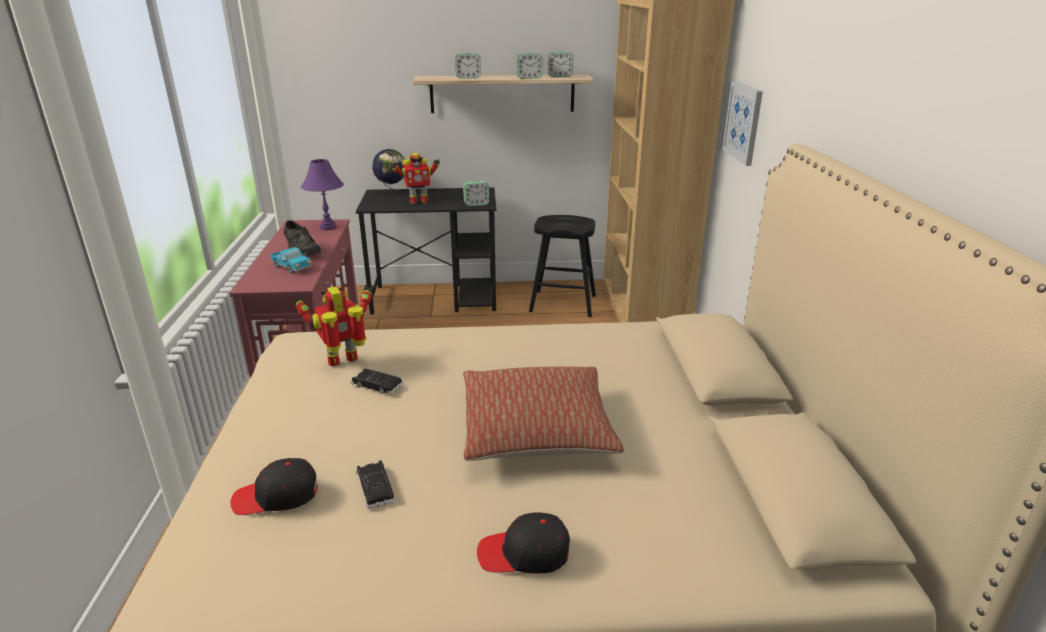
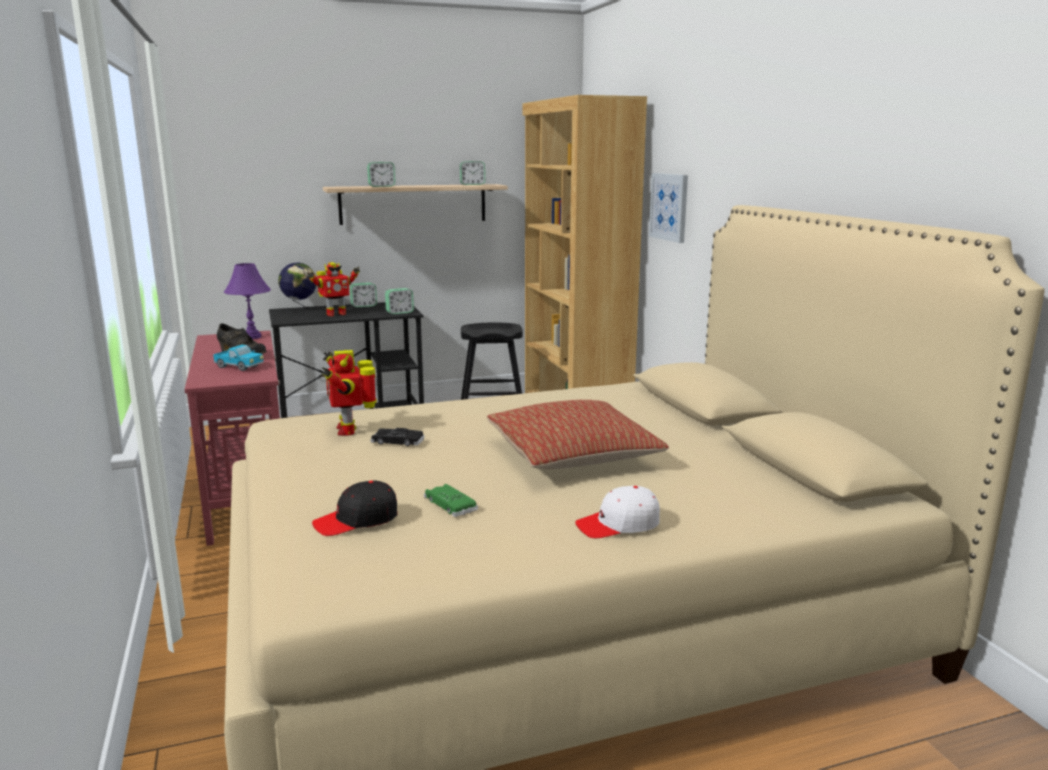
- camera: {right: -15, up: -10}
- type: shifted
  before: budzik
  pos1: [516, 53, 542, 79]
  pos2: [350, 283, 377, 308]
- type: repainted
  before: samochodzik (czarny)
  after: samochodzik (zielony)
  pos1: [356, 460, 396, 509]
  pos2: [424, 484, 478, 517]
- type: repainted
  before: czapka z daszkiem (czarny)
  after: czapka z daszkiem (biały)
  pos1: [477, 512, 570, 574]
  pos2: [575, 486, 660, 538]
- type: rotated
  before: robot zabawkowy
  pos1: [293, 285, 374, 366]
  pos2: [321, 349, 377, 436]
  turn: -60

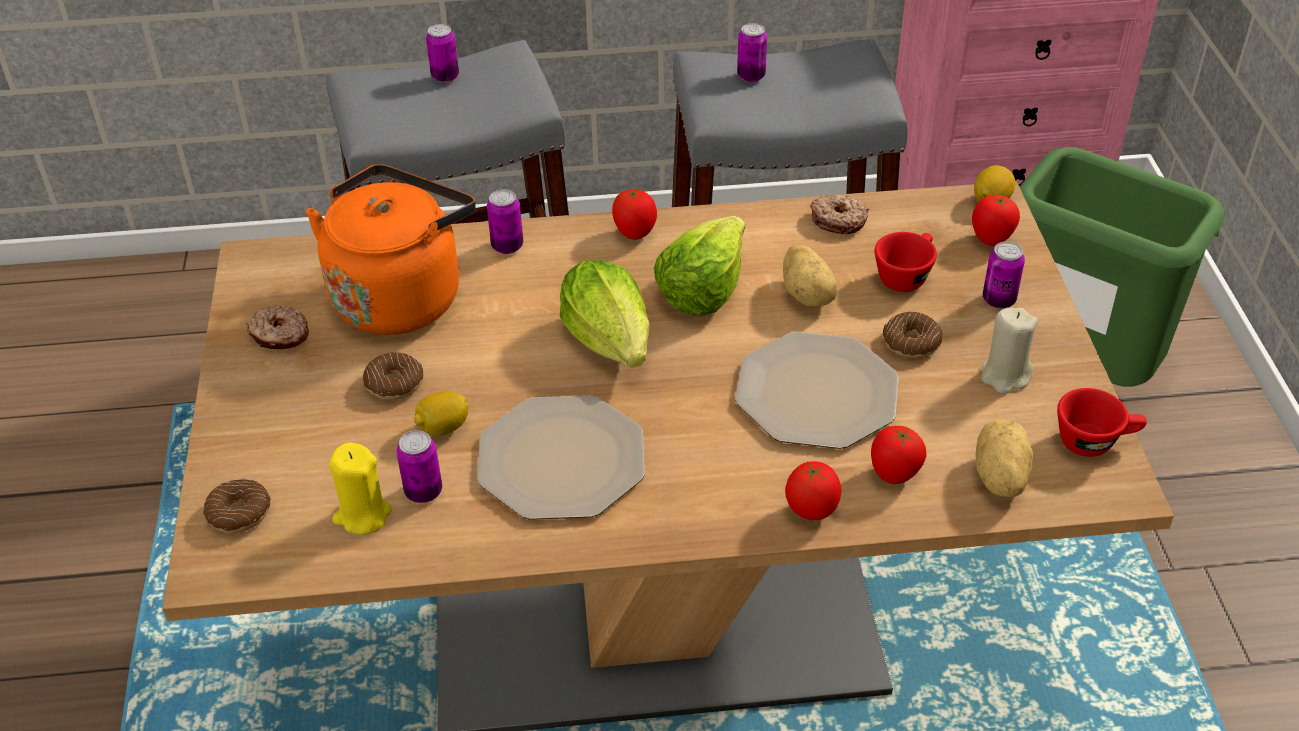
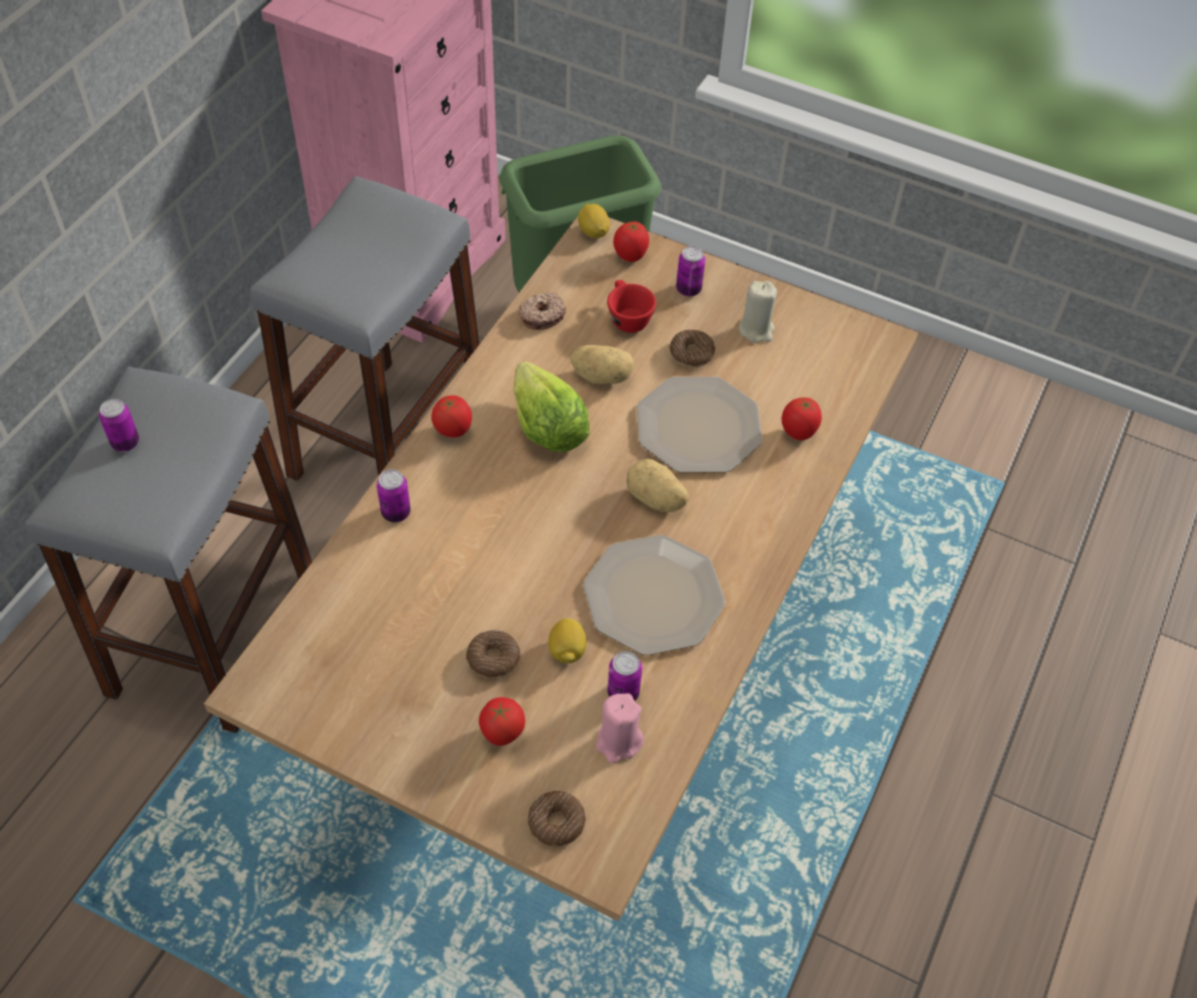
- camera: {right: -60, up: 10}
- type: gone
  before: donut
  pos1: [246, 305, 309, 349]
- type: gone
  before: czajnik (pomarańczowy)
  pos1: [306, 164, 476, 335]
- type: gone
  before: sałata
  pos1: [560, 260, 650, 368]
- type: gone
  before: puszka
  pos1: [737, 23, 767, 82]
- type: gone
  before: filiżanka (czerwony)
  pos1: [1057, 388, 1147, 457]
- type: shifted
  before: pomidor
  pos1: [785, 461, 842, 520]
  pos2: [479, 697, 525, 746]
- type: shifted
  before: ziemniak
  pos1: [976, 418, 1033, 497]
  pos2: [626, 459, 689, 512]
- type: repainted
  before: świeca (żółty)
  after: świeca (różowy)
  pos1: [329, 442, 392, 535]
  pos2: [596, 693, 644, 764]

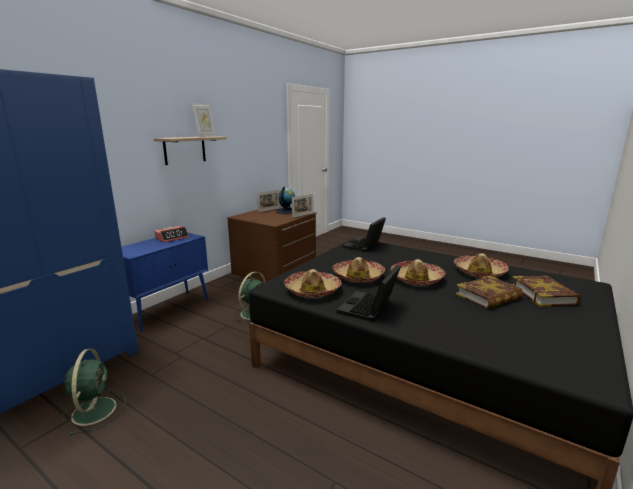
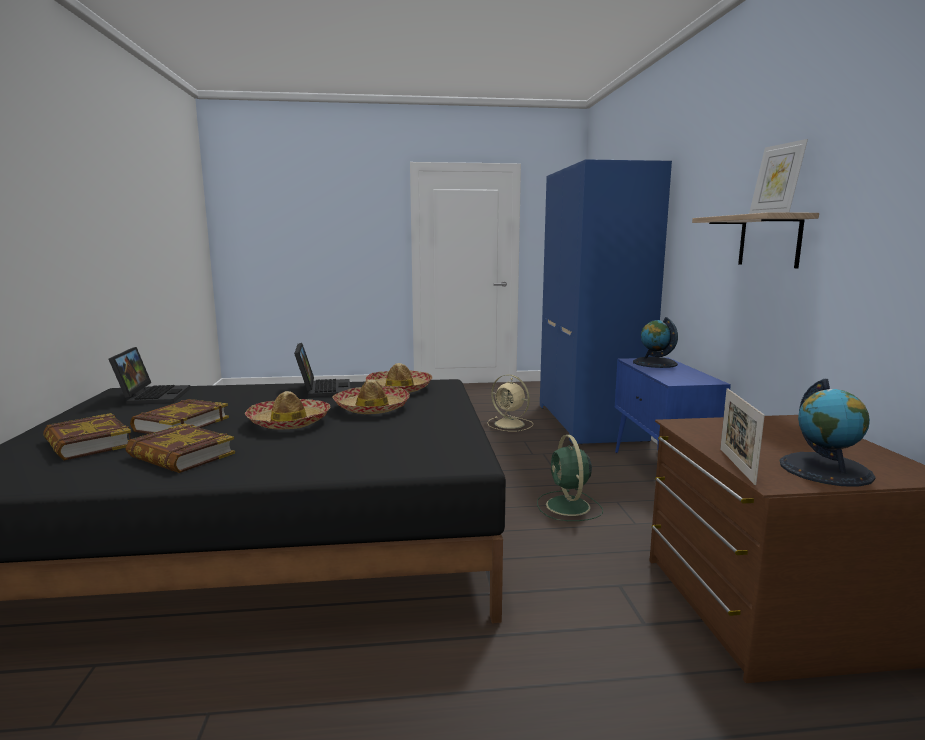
- camera: {right: 140, up: -5}
- type: gone
  before: budzik
  pos1: [154, 226, 189, 243]
- type: gone
  before: ramka na zdjęcie
  pos1: [257, 190, 280, 212]
- type: new
  after: globus
  pos2: [633, 317, 678, 368]
- type: shifted
  before: laptop
  pos1: [342, 217, 386, 252]
  pos2: [109, 347, 191, 405]
- type: swapped
  before: kapelusz
  after: książka
  pos1: [454, 253, 509, 277]
  pos2: [125, 424, 235, 473]
- type: repainted
  before: wentylator (zielony)
  after: wentylator (beżowy)
  pos1: [62, 349, 126, 435]
  pos2: [487, 374, 533, 431]

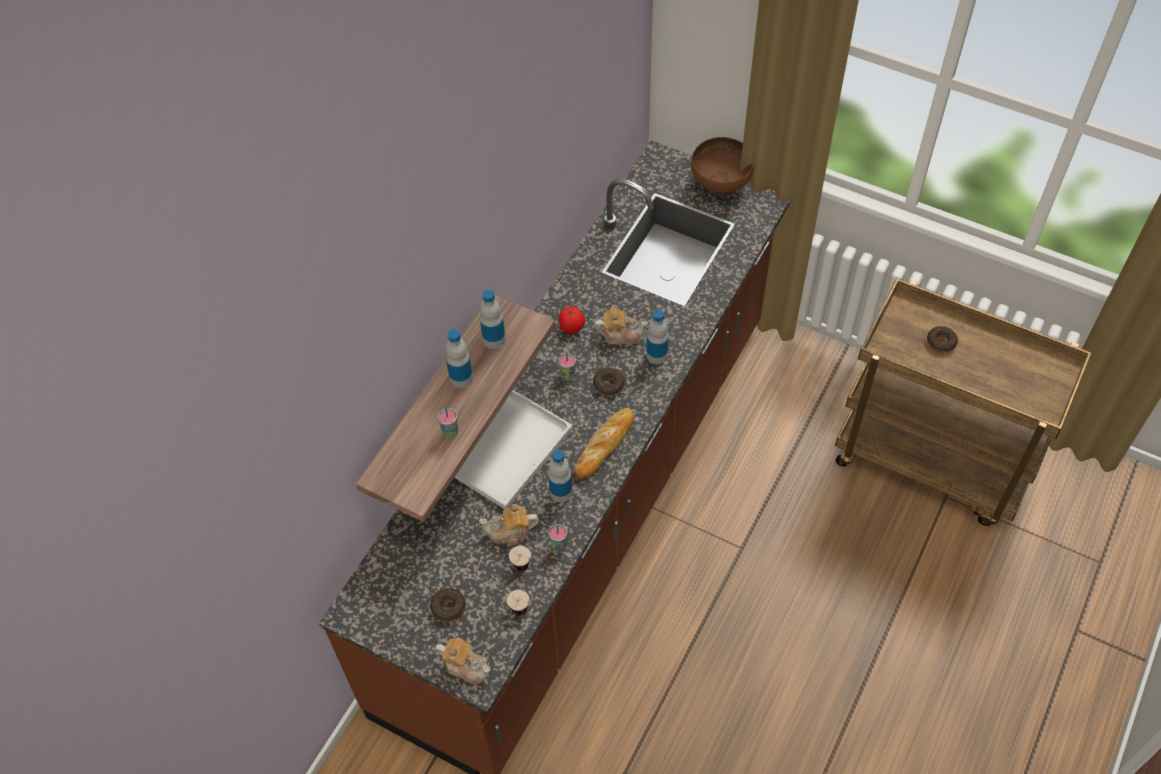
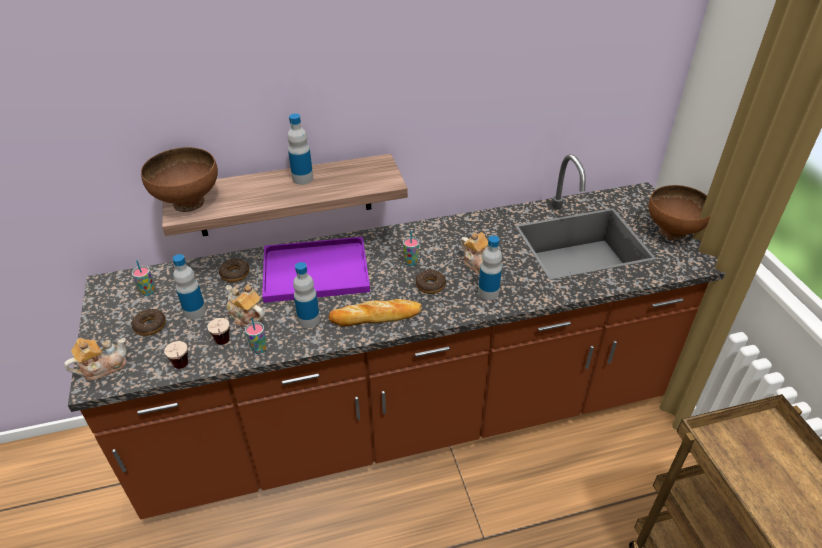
- camera: {right: 45, up: -15}
- type: gone
  before: pomidor
  pos1: [559, 306, 585, 334]
- type: new
  after: miska (brązowy)
  pos2: [141, 147, 218, 212]
- type: shifted
  before: filiżanka
  pos1: [438, 407, 458, 439]
  pos2: [132, 260, 155, 296]
- type: shifted
  before: butelka
  pos1: [480, 289, 506, 349]
  pos2: [173, 254, 206, 320]
- type: shifted
  before: donut
  pos1: [927, 326, 958, 353]
  pos2: [219, 259, 250, 282]
- type: repainted
  before: taca (biały)
  after: taca (fioletowy)
  pos1: [454, 390, 573, 510]
  pos2: [262, 237, 370, 303]
- type: rotated
  before: imbryk
  pos1: [435, 638, 490, 684]
  pos2: [64, 338, 127, 381]
  turn: -105

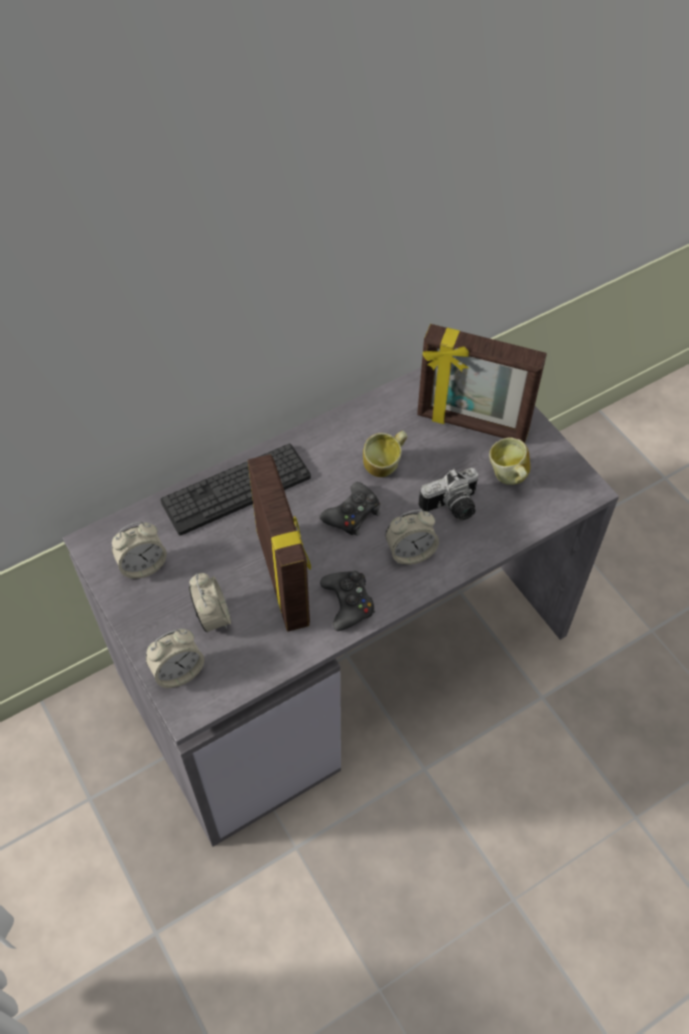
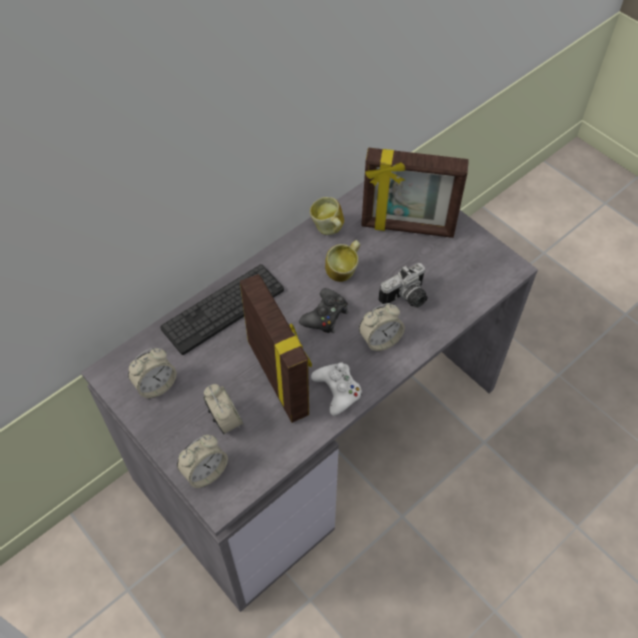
- camera: {right: -10, up: 0}
- type: shifted
  before: kubek
  pos1: [489, 437, 530, 485]
  pos2: [310, 197, 344, 235]
- type: repainted
  before: pad do gier (czarny)
  after: pad do gier (biały)
  pos1: [320, 571, 375, 631]
  pos2: [311, 362, 362, 416]

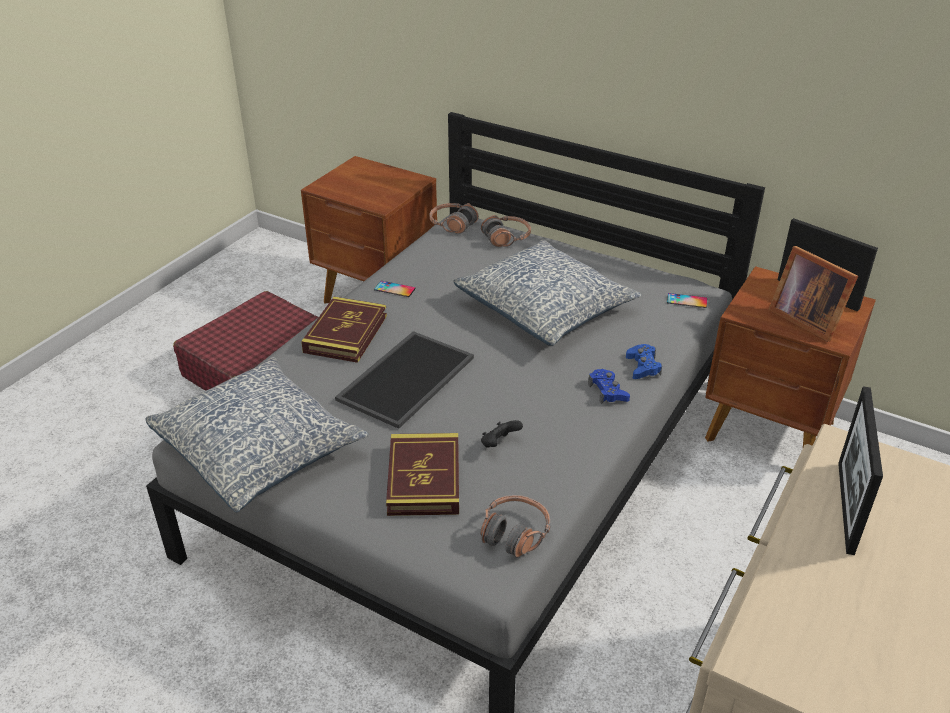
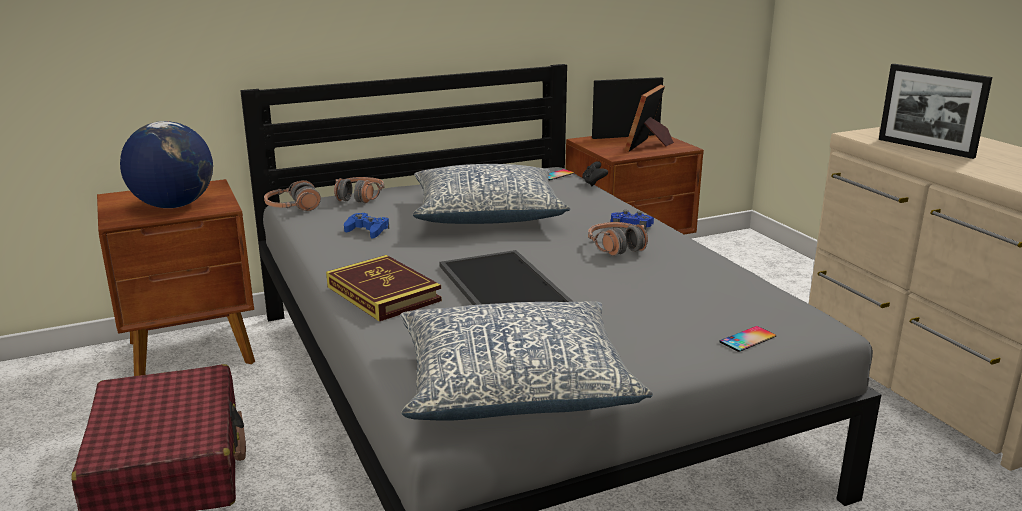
- camera: {right: -55, up: -15}
- type: gone
  before: książka
  pos1: [386, 433, 459, 516]
- type: new
  after: globus
  pos2: [120, 121, 213, 208]
- type: shifted
  before: telefon
  pos1: [374, 281, 416, 297]
  pos2: [719, 326, 776, 352]
- type: shifted
  before: słuchawki
  pos1: [480, 495, 550, 558]
  pos2: [588, 222, 648, 256]
- type: shifted
  before: pad do gier (czarny)
  pos1: [481, 420, 523, 448]
  pos2: [582, 161, 608, 187]
- type: shifted
  before: pad do gier (niebieski)
  pos1: [626, 344, 662, 379]
  pos2: [344, 213, 389, 239]
- type: rotated
  before: ramka na zdjęcie
  pos1: [769, 246, 858, 342]
  pos2: [624, 85, 674, 152]
  turn: 120

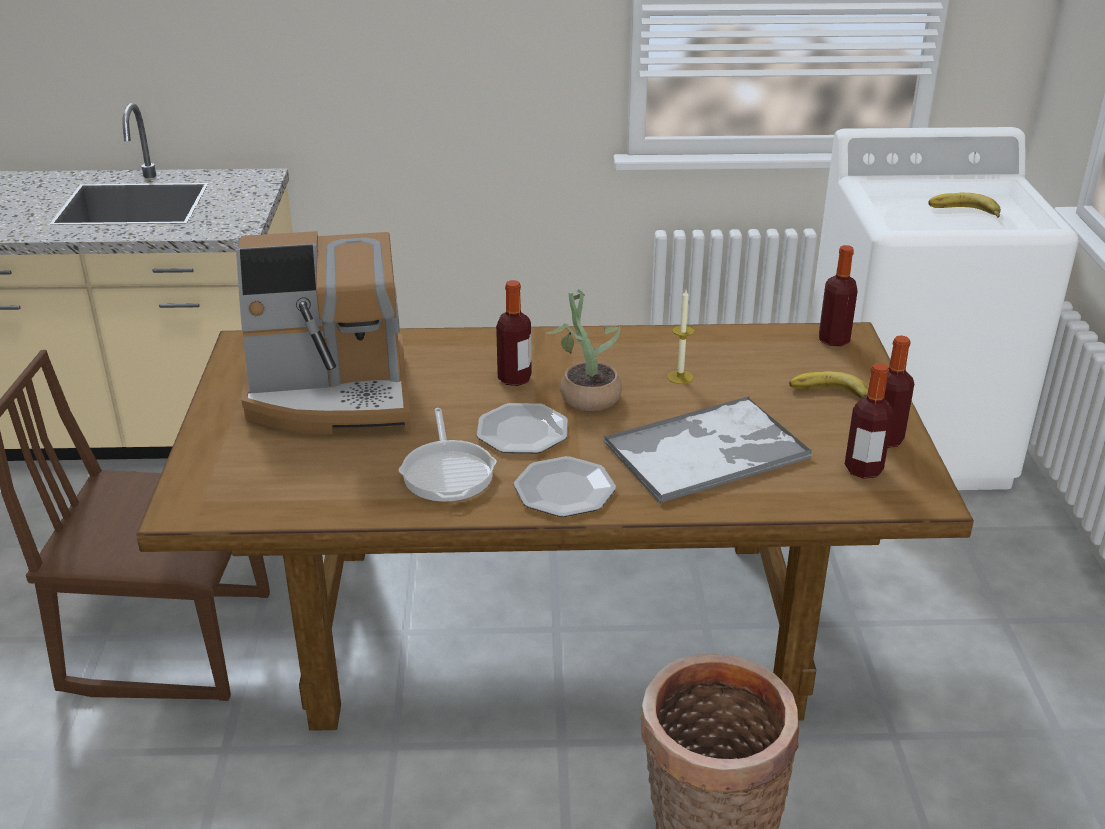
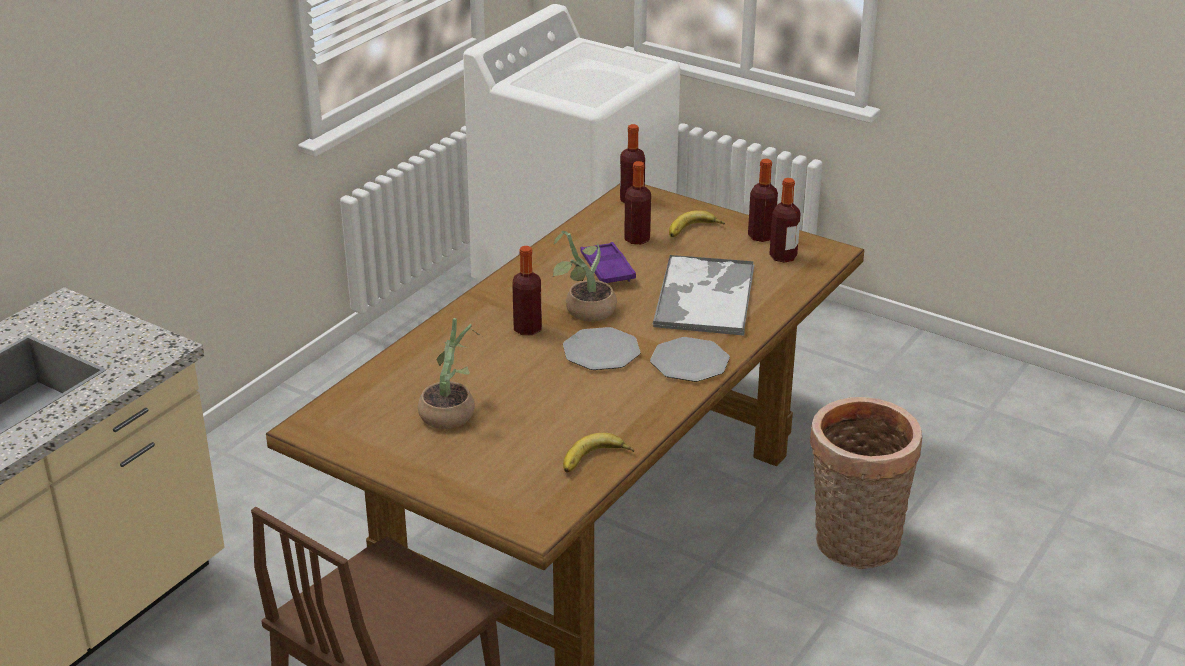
- camera: {right: -55, up: 0}
- type: gone
  before: patelnia
  pos1: [398, 408, 497, 502]
- type: new
  after: butelka
  pos2: [624, 161, 651, 244]
- type: shifted
  before: banan
  pos1: [928, 193, 1001, 218]
  pos2: [563, 433, 634, 473]
- type: swapped
  before: ekspres do kawy
  after: roślina doniczkowa
  pos1: [236, 231, 411, 434]
  pos2: [418, 318, 482, 429]
- type: swapped
  before: świeca
  after: taca (fioletowy)
  pos1: [667, 290, 695, 384]
  pos2: [580, 242, 636, 284]

